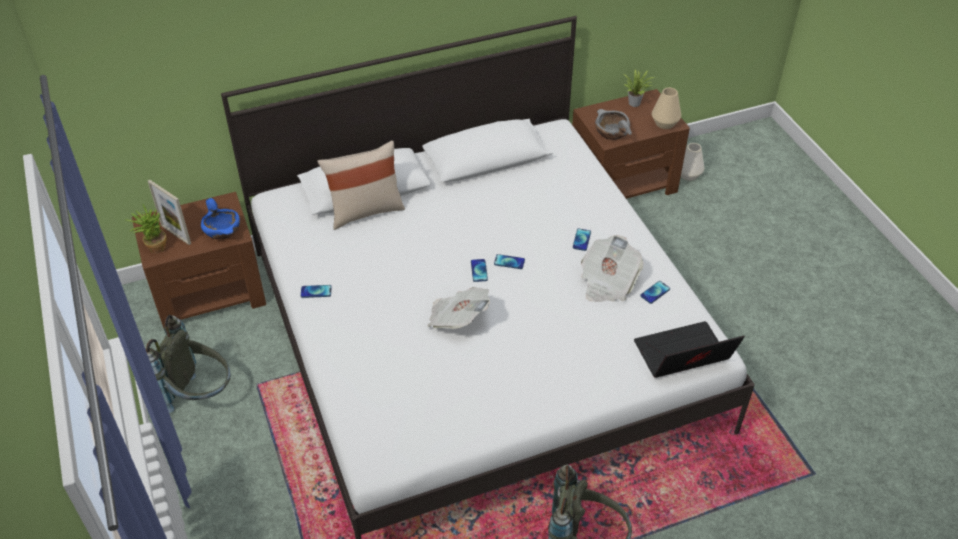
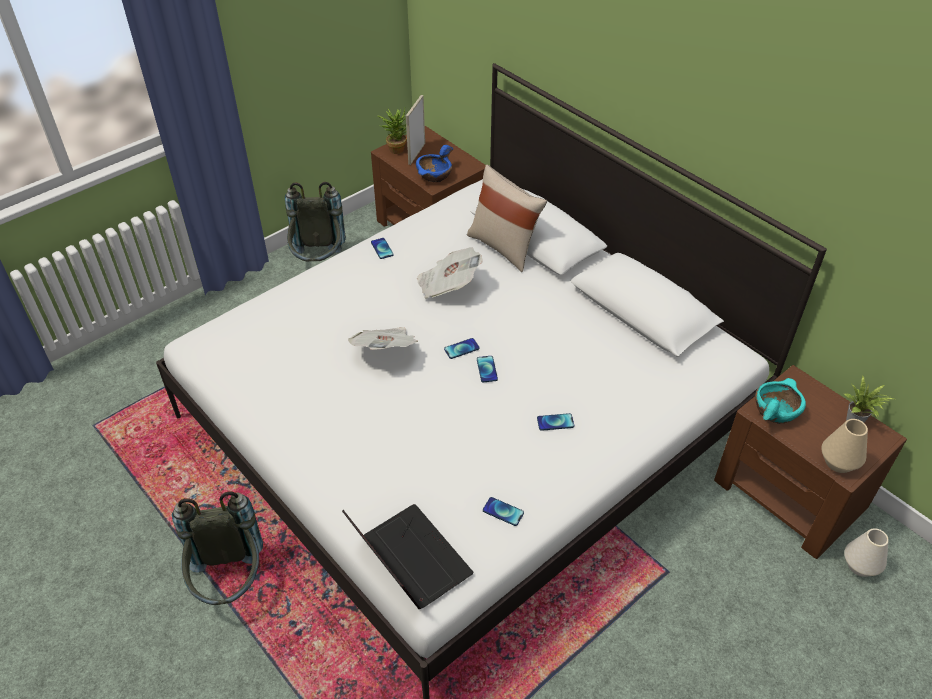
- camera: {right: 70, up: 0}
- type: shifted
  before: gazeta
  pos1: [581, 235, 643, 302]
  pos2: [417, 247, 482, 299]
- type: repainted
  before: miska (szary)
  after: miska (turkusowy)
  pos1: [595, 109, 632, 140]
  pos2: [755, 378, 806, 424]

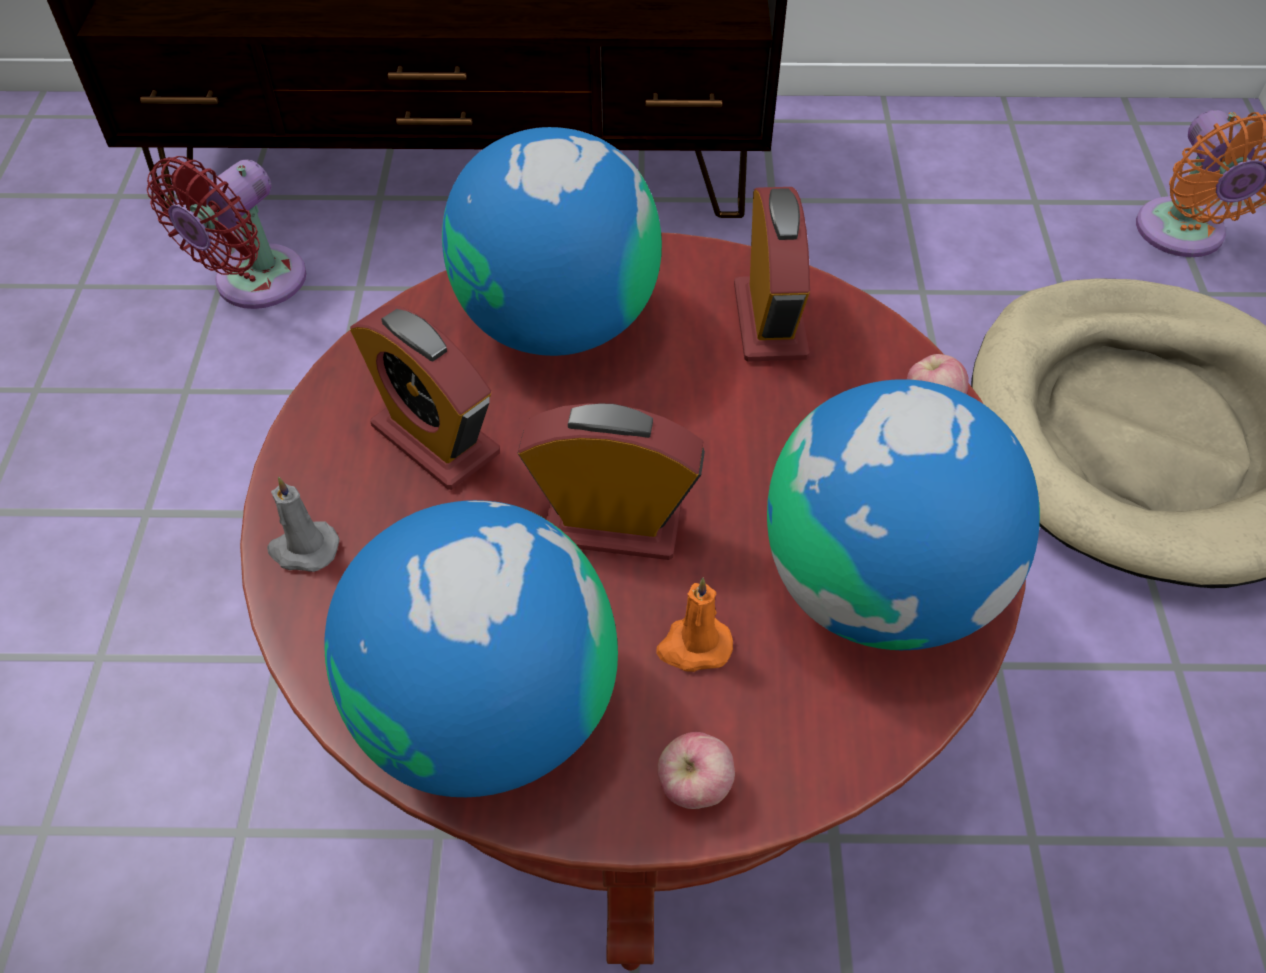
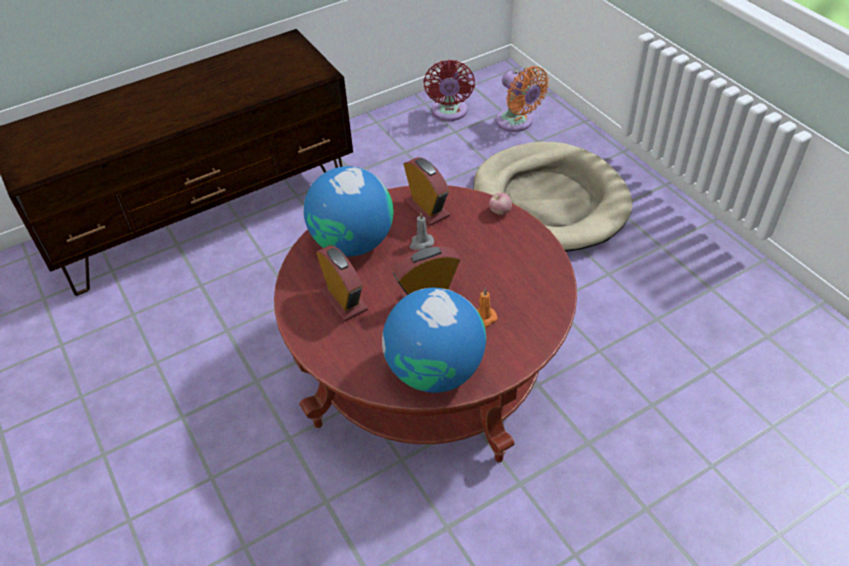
- camera: {right: -30, up: -5}
- type: gone
  before: jabłko
  pos1: [657, 732, 735, 809]
- type: gone
  before: globus
  pos1: [767, 379, 1040, 650]
- type: shifted
  before: wentylator (czerwony)
  pos1: [147, 156, 306, 309]
  pos2: [423, 59, 475, 121]
- type: shifted
  before: świeca (szary)
  pos1: [267, 477, 340, 572]
  pos2: [410, 212, 434, 250]
- type: rotated
  before: budzik
  pos1: [350, 305, 500, 490]
  pos2: [316, 245, 368, 321]
  turn: -135

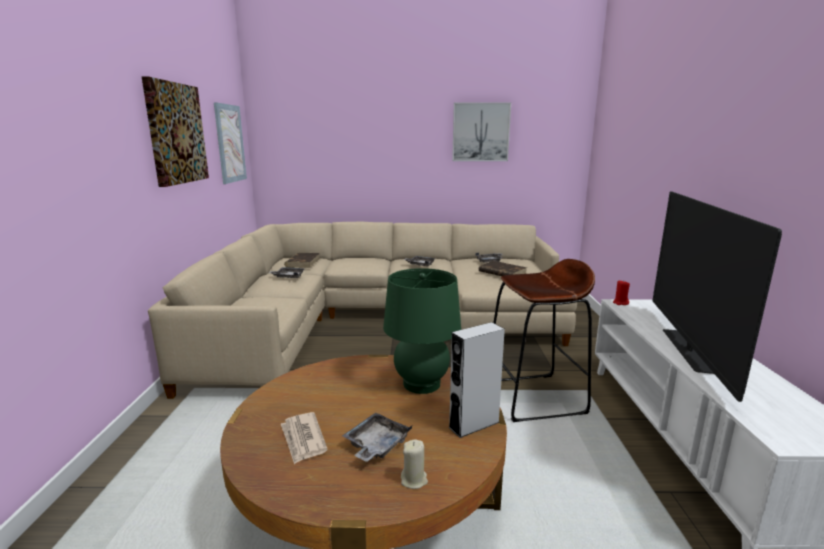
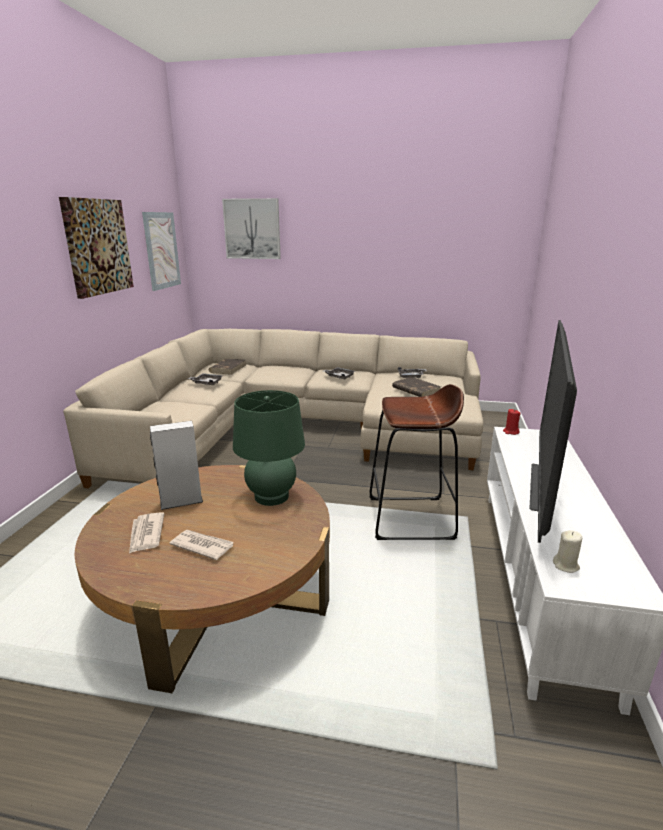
- camera: {right: 10, up: 5}
- type: shifted
  before: świeca (beżowy)
  pos1: [401, 439, 428, 489]
  pos2: [553, 530, 582, 573]
- type: shifted
  before: głośnik (szary)
  pos1: [448, 322, 505, 438]
  pos2: [150, 421, 203, 510]
- type: shifted
  before: obraz
  pos1: [452, 102, 511, 161]
  pos2: [222, 198, 281, 259]
- type: swapped
  before: taca (szary)
  after: gazeta
  pos1: [342, 412, 412, 462]
  pos2: [170, 530, 234, 560]

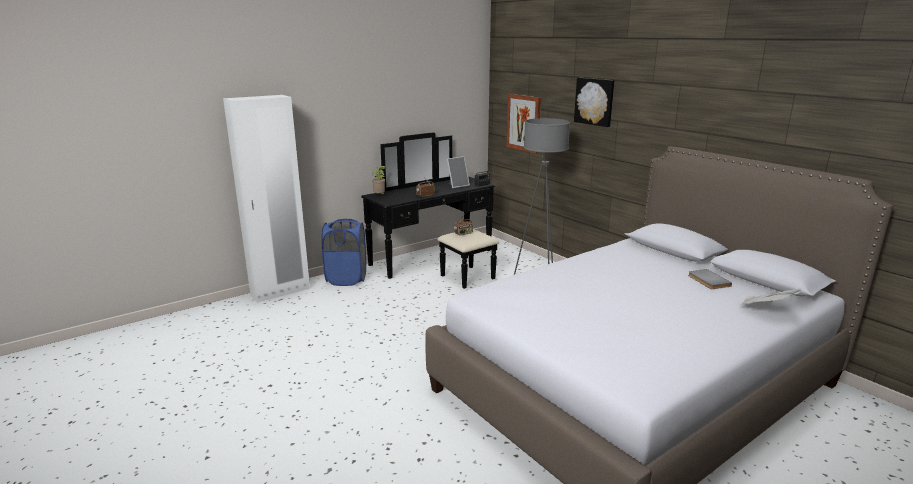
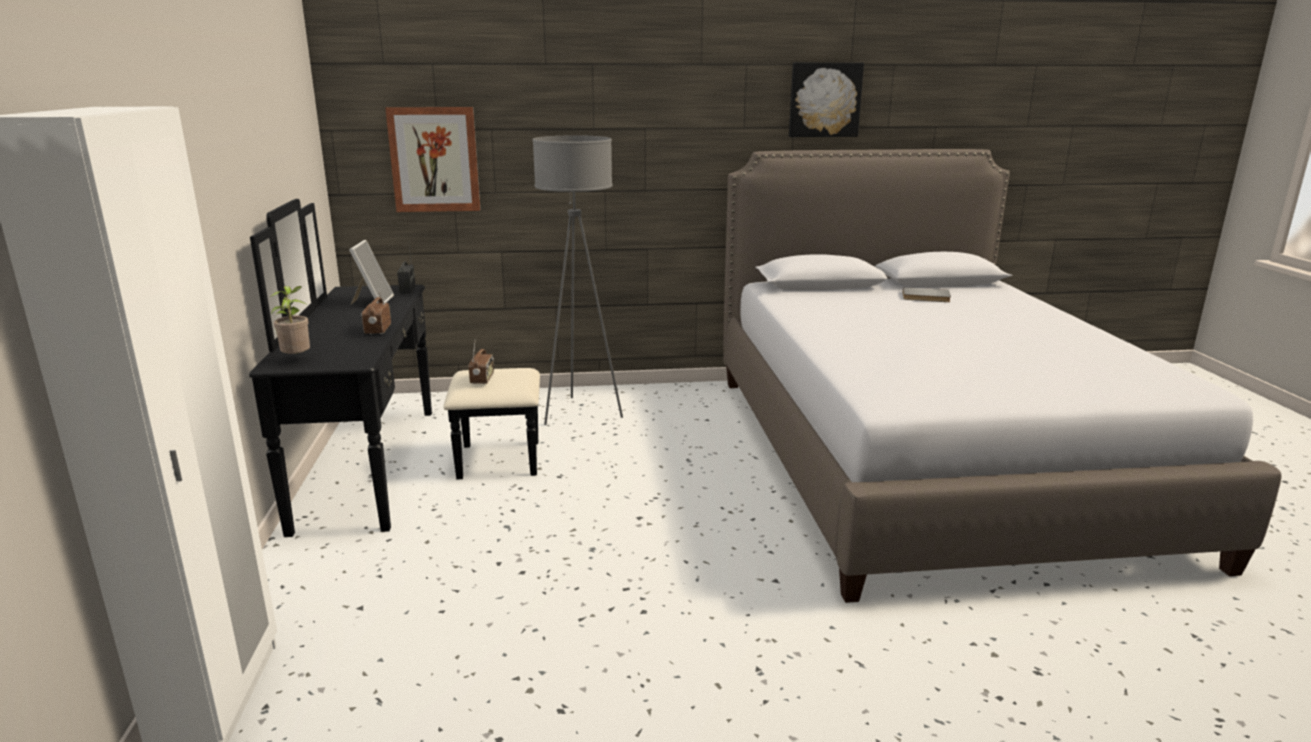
- camera: {right: -60, up: 0}
- type: gone
  before: kosz na pranie (niebieski)
  pos1: [322, 219, 366, 286]
- type: gone
  before: gazeta
  pos1: [740, 289, 802, 305]
- type: shifted
  before: obraz
  pos1: [574, 78, 614, 127]
  pos2: [789, 62, 864, 137]

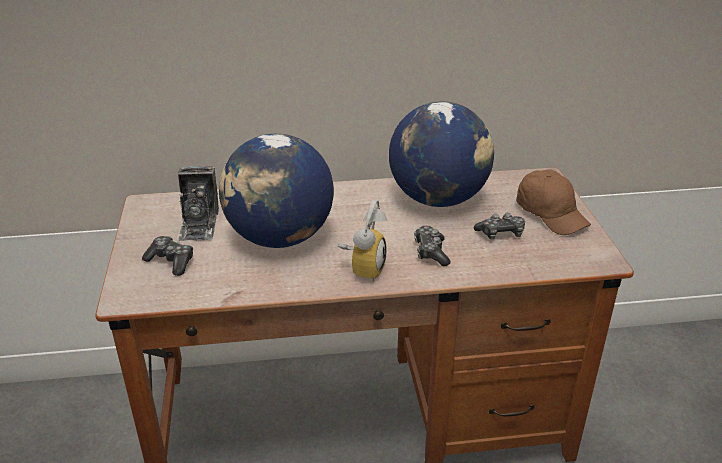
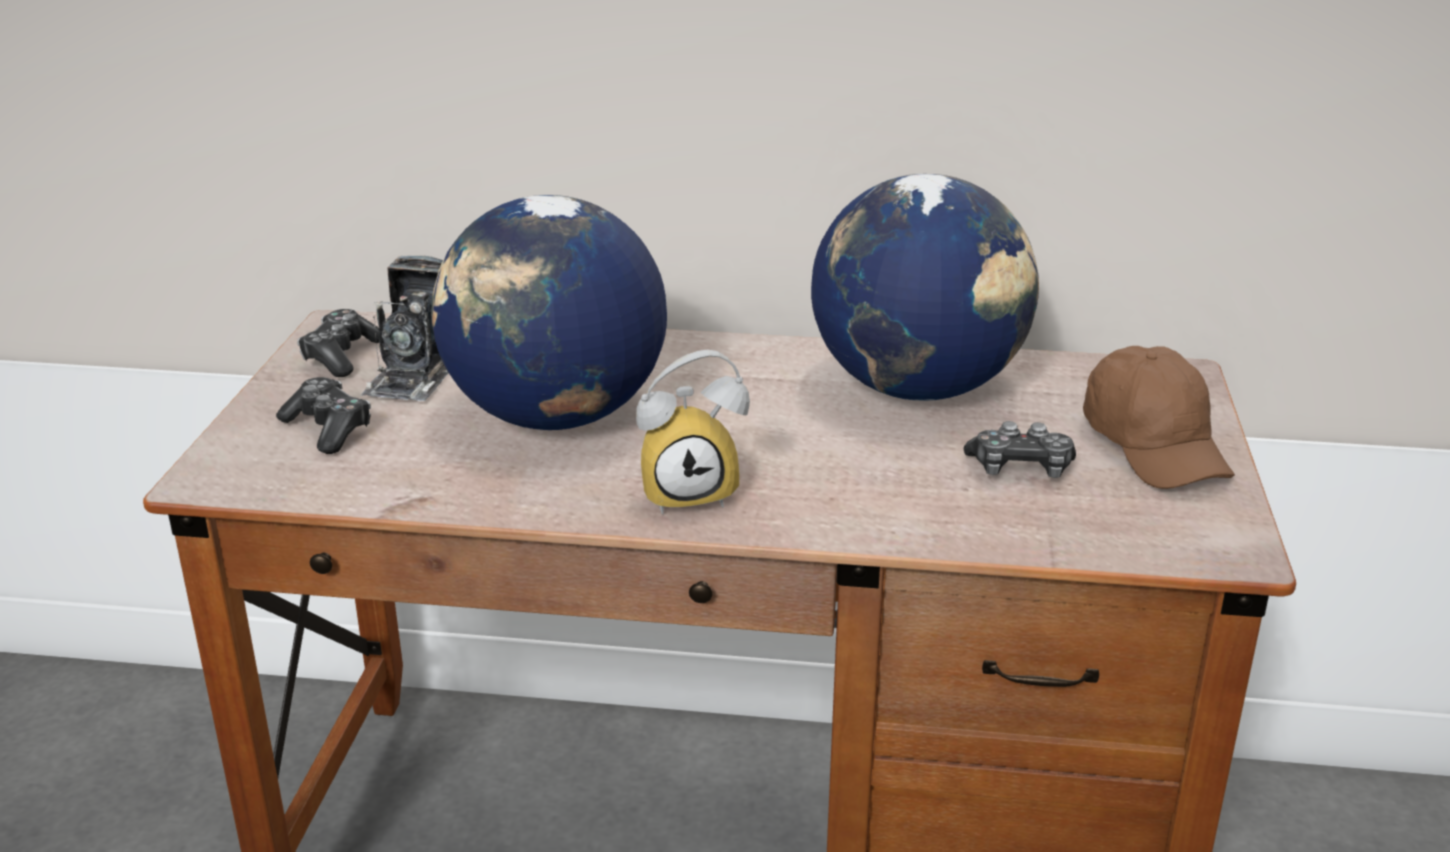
- camera: {right: 15, up: -5}
- type: shifted
  before: pad do gier
  pos1: [414, 226, 450, 266]
  pos2: [297, 309, 379, 377]
- type: rotated
  before: budzik
  pos1: [338, 199, 387, 282]
  pos2: [636, 349, 750, 515]
  turn: 45

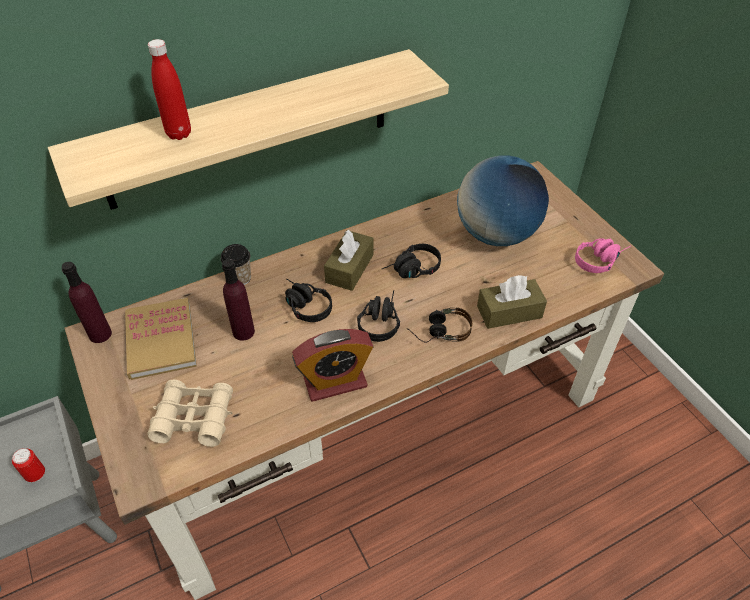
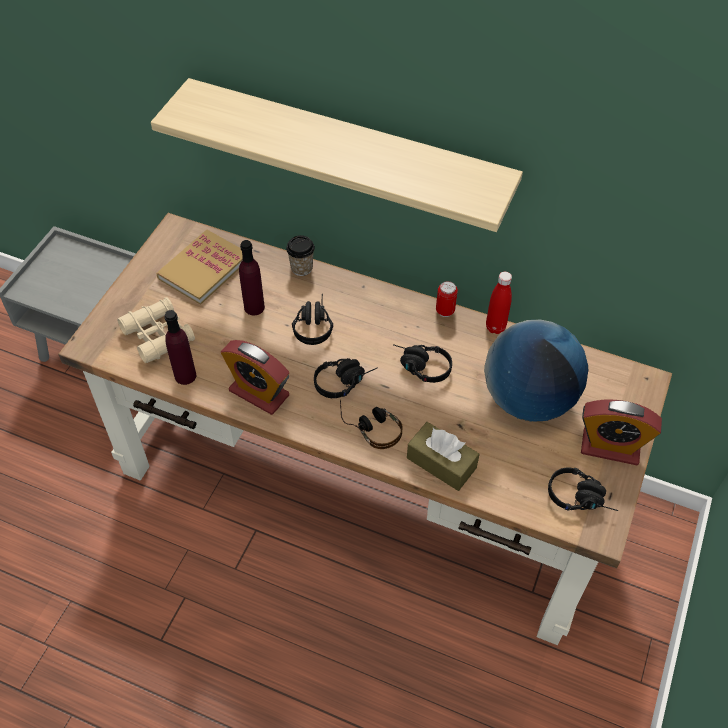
- camera: {right: 50, up: 5}
- type: gone
  before: pudełko chusteczek (brązowy)
  pos1: [324, 230, 374, 291]
- type: new
  after: budzik
  pos2: [581, 400, 662, 465]
- type: shifted
  before: puszka
  pos1: [12, 448, 45, 482]
  pos2: [436, 281, 458, 317]
- type: shifted
  before: butelka (fioletowy)
  pos1: [62, 262, 112, 343]
  pos2: [164, 310, 196, 385]
- type: shifted
  before: butelka (czerwony)
  pos1: [148, 39, 191, 140]
  pos2: [486, 272, 512, 334]
- type: repainted
  before: słuchawki (różowy)
  after: słuchawki (czarny)
  pos1: [575, 238, 631, 273]
  pos2: [548, 467, 618, 511]

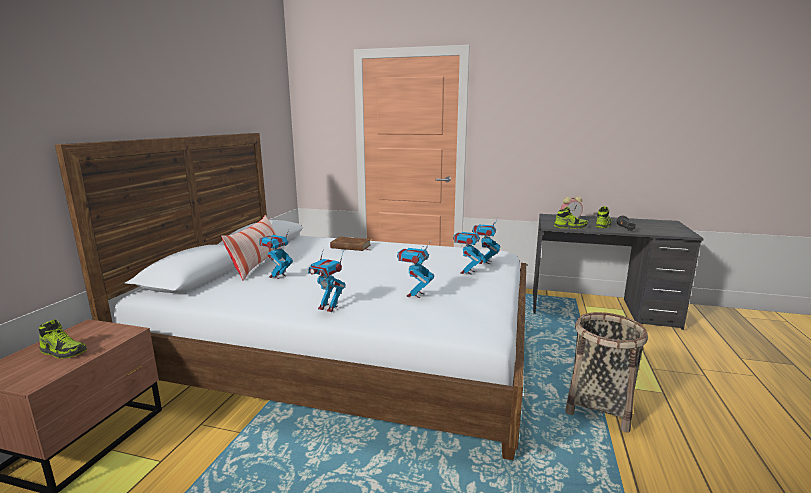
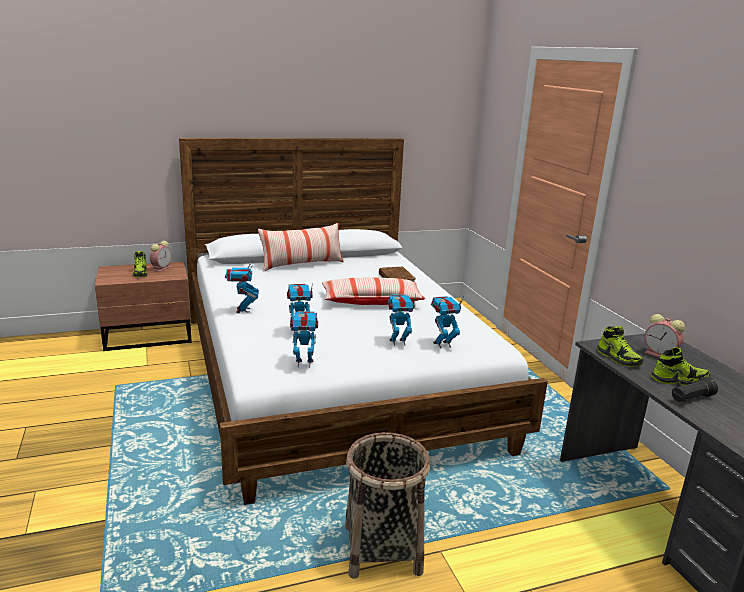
- camera: {right: 55, up: 5}
- type: new
  after: budzik
  pos2: [150, 241, 171, 272]
- type: new
  after: poduszka
  pos2: [322, 277, 425, 305]
- type: shifted
  before: robot zabawkowy
  pos1: [259, 230, 293, 279]
  pos2: [290, 311, 318, 368]

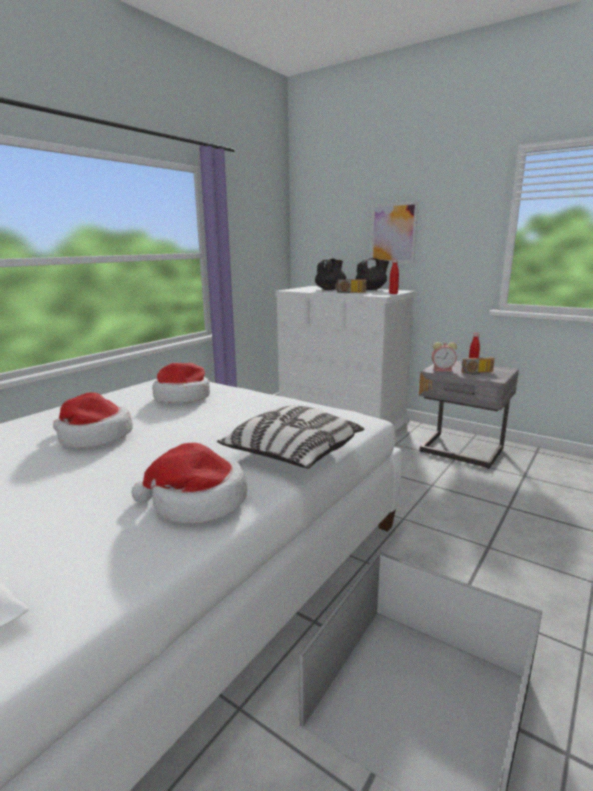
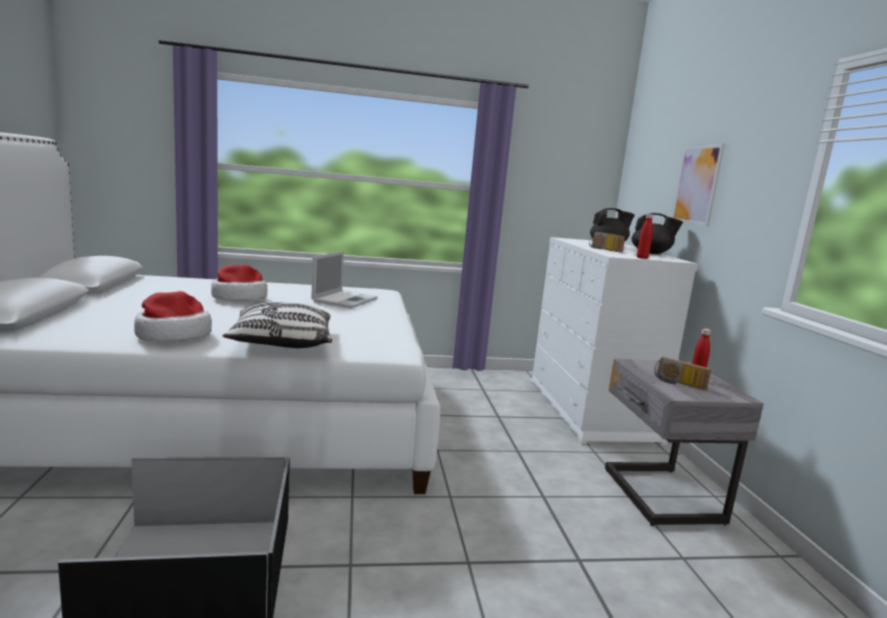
- camera: {right: 45, up: -5}
- type: gone
  before: budzik
  pos1: [432, 342, 457, 372]
- type: swapped
  before: kapelusz
  after: laptop
  pos1: [152, 363, 210, 403]
  pos2: [311, 251, 378, 308]

